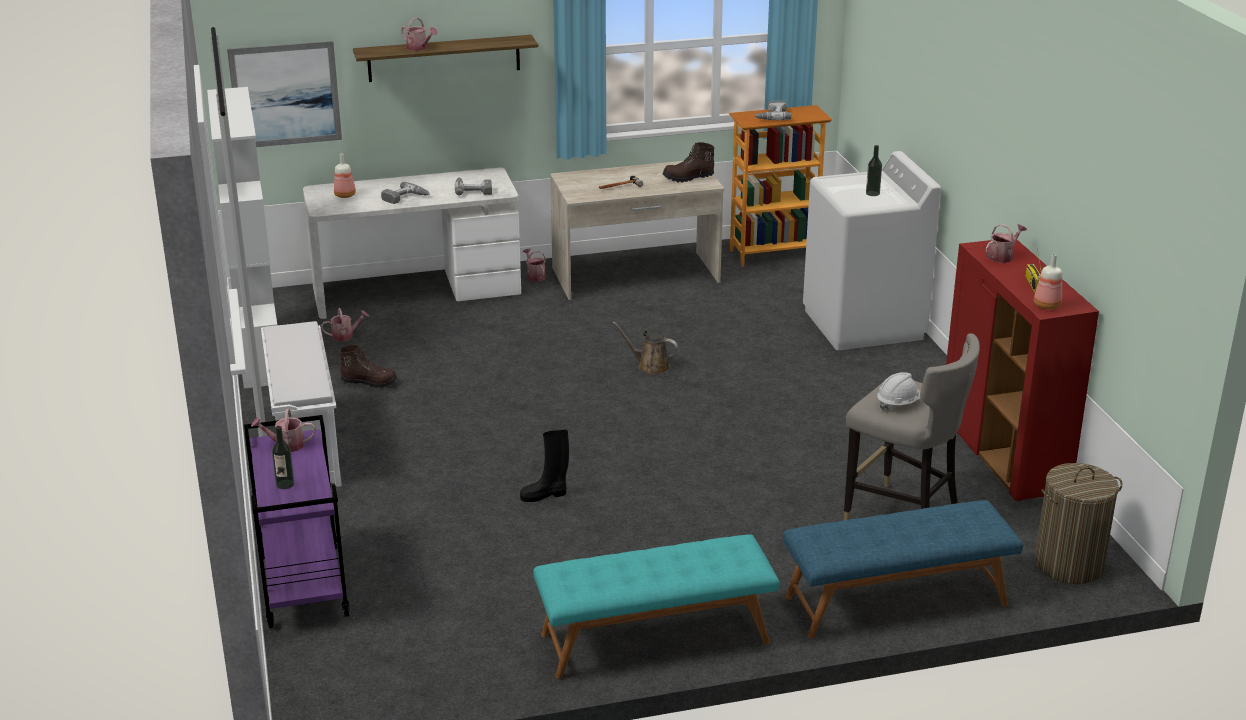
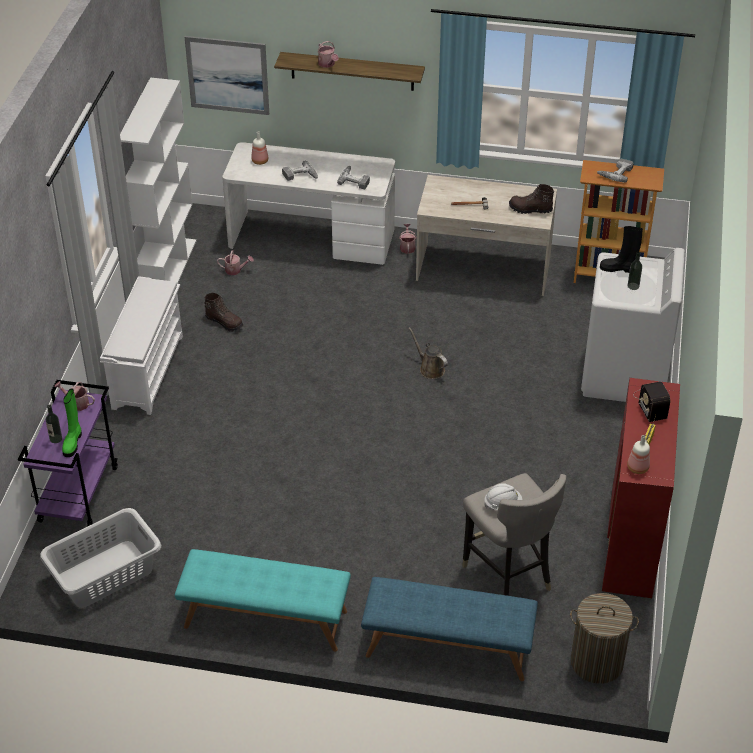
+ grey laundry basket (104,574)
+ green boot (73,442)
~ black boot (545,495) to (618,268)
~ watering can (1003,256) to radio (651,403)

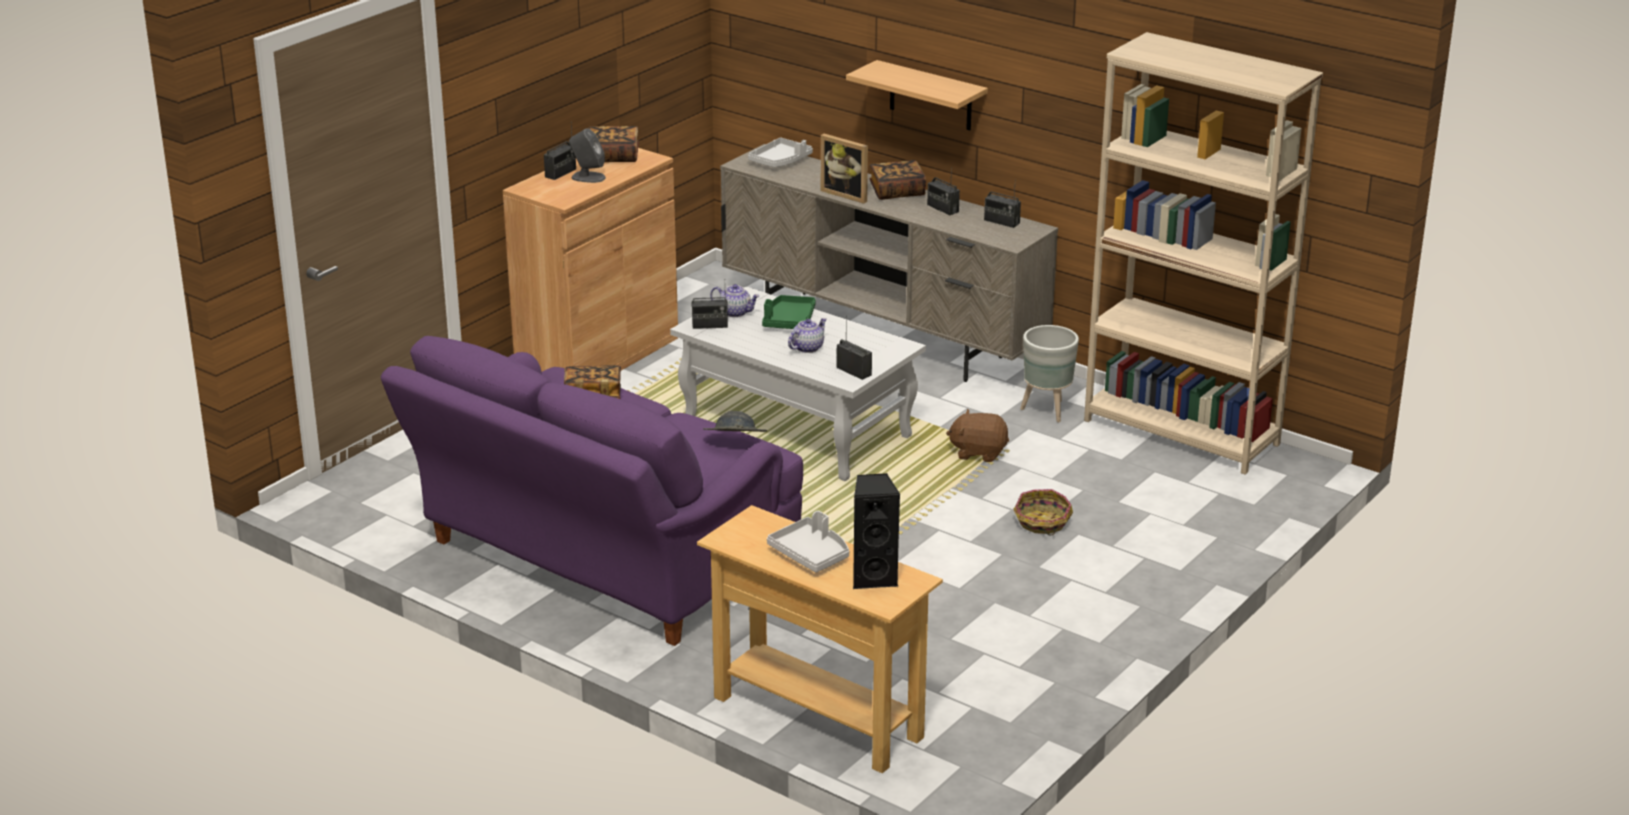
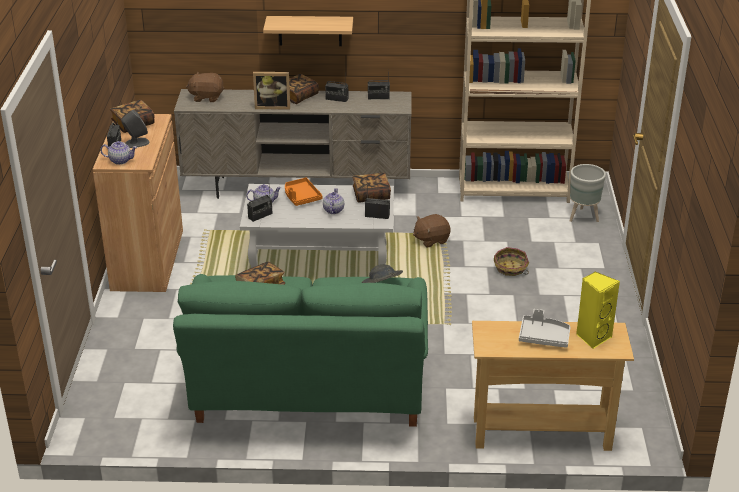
+ teapot (120,160)
+ book (371,195)
~ grey planter (1047,411) to (583,217)
~ grey tray (781,161) to brown plush toy (206,97)
~ purple sofa (600,559) to green sofa (309,390)
~ green tray (789,321) to orange tray (301,197)
~ black speaker (873,577) to yellow speaker (592,337)

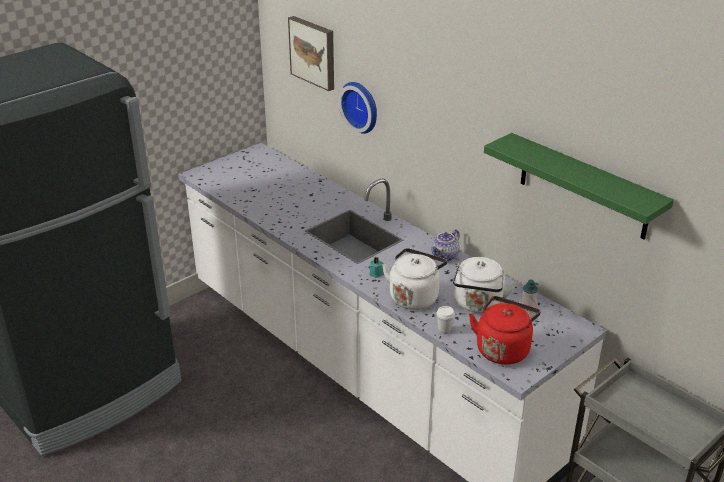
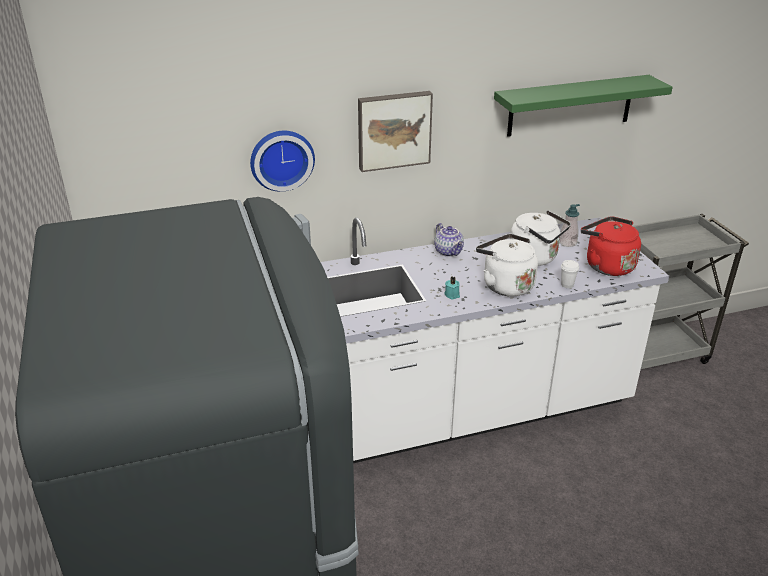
~ picture (313,52) to (393,130)

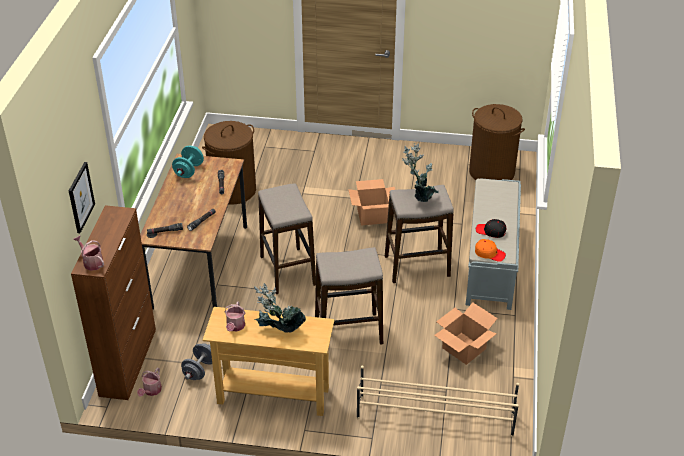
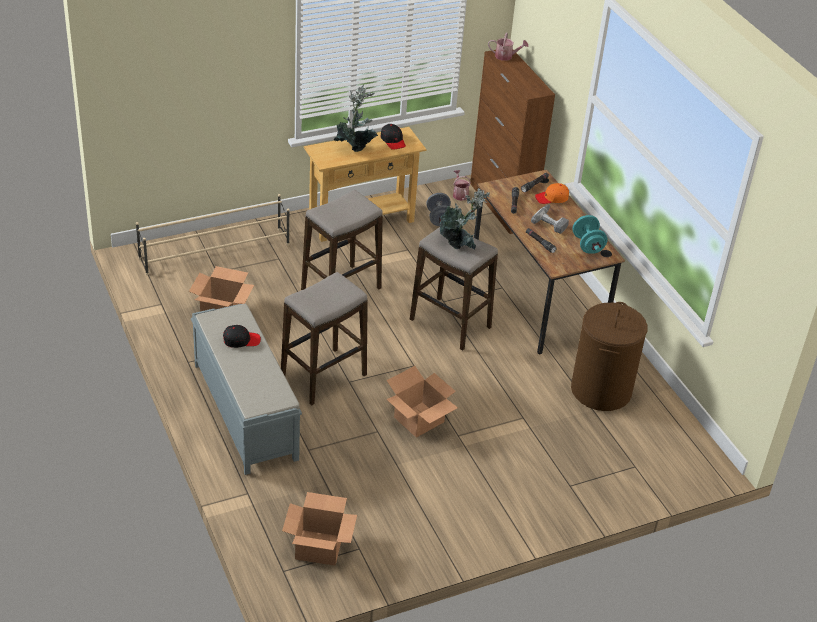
- picture (80,197)
+ power drill (552,221)
~ potted plant (420,198) to (459,244)
~ orange cap (489,253) to (552,198)
~ watering can (235,327) to black cap (393,140)
~ brown laundry basket (492,172) to cardboard box (318,548)

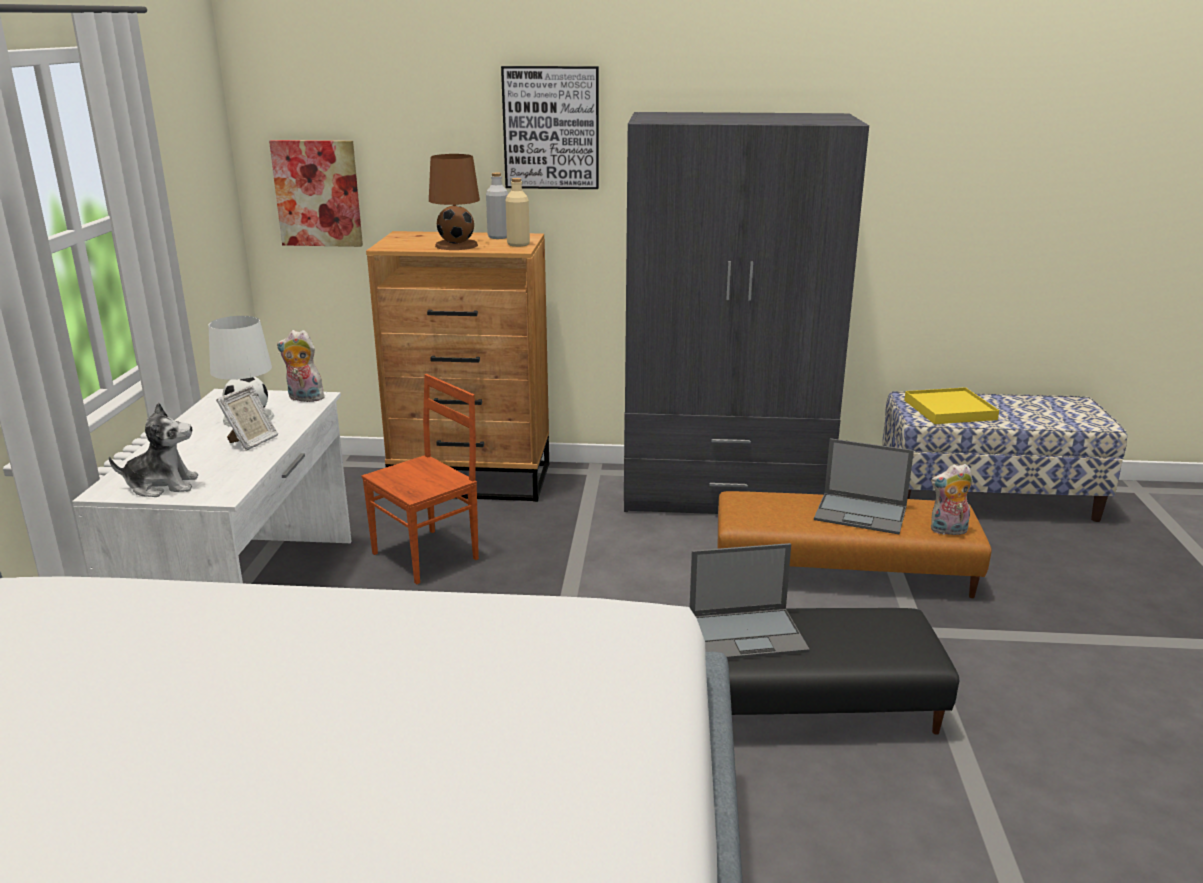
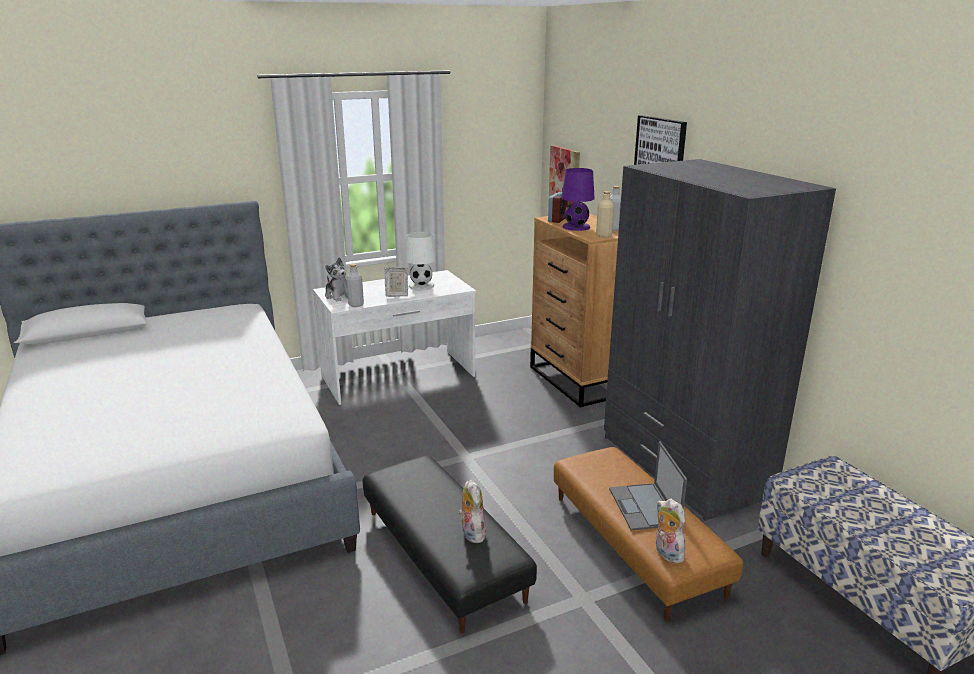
- brown chair (427,556)
- laptop (748,634)
- yellow tray (949,410)
+ grey bottle (356,305)
+ alarm clock (557,220)
~ plush toy (304,398) to (471,533)
~ brown table lamp (457,245) to purple table lamp (576,227)

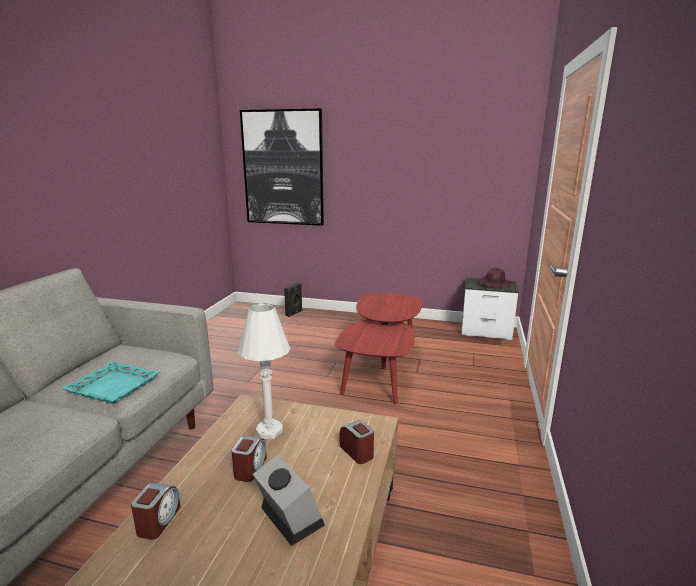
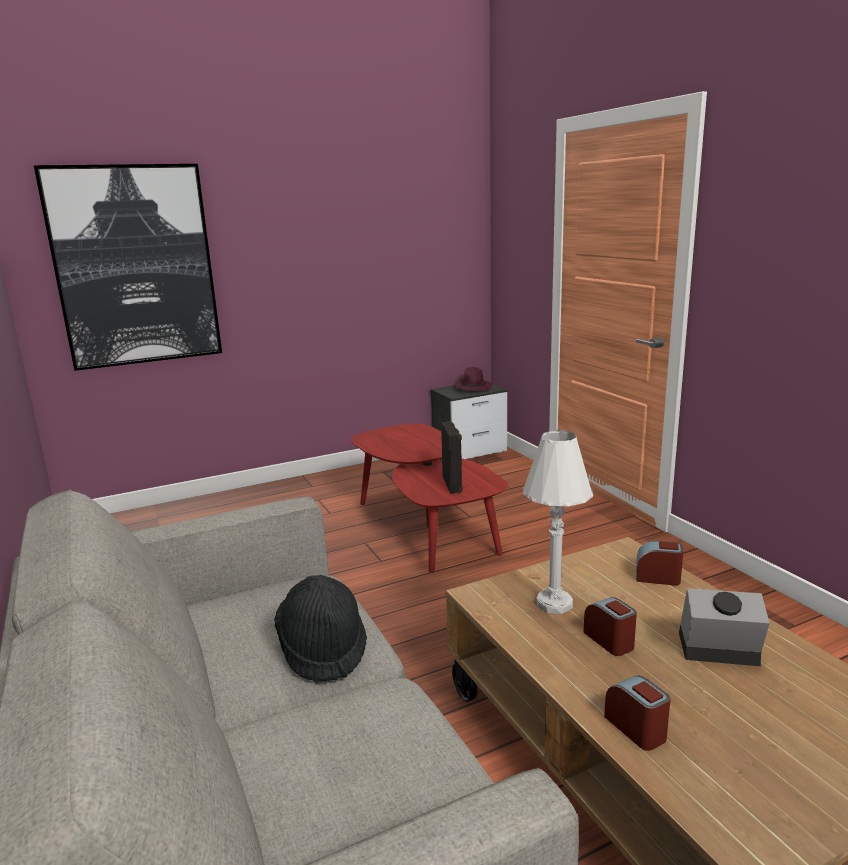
~ black speaker (294,313) to (453,485)
~ turquoise tray (113,387) to black hat (323,648)

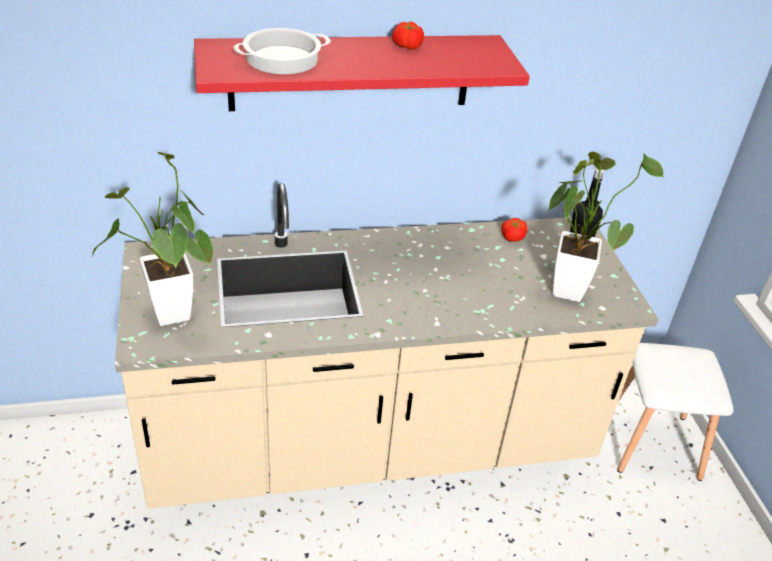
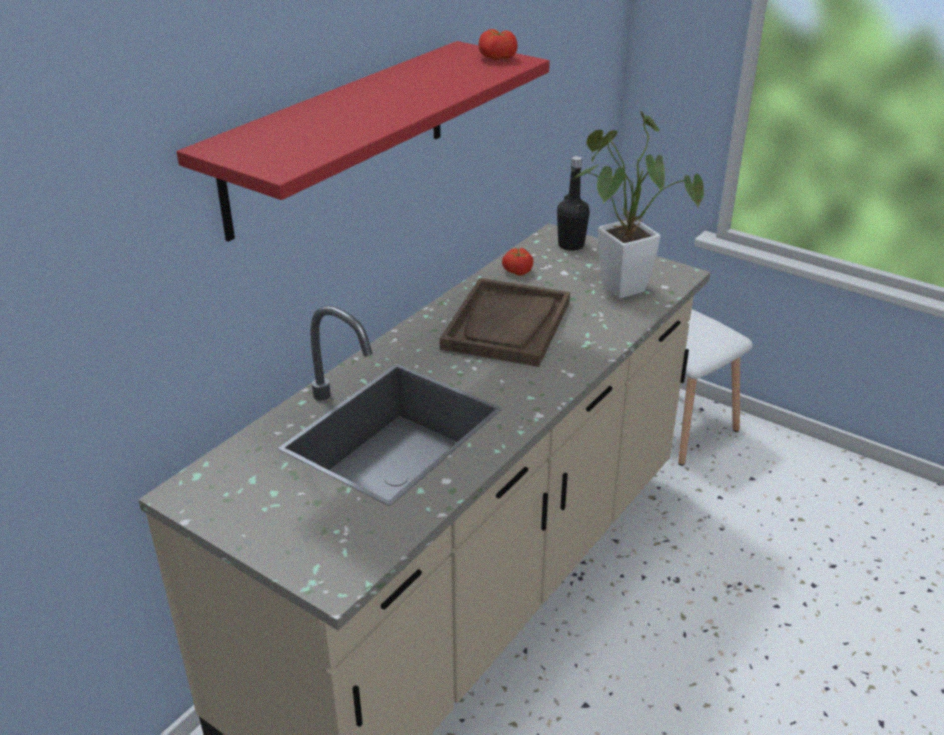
- potted plant (173,320)
- cooking pot (282,59)
+ brown tray (507,325)
~ tomato (407,46) to (497,58)

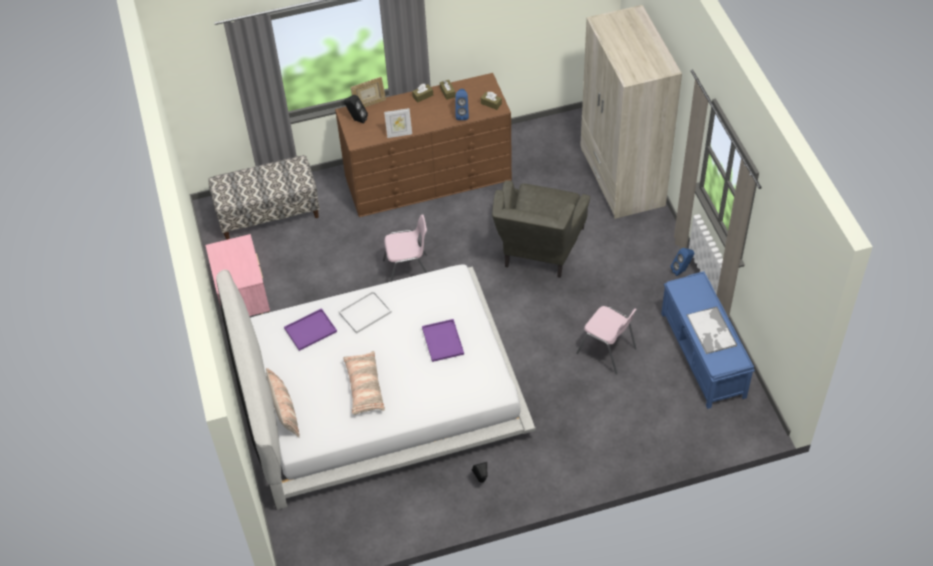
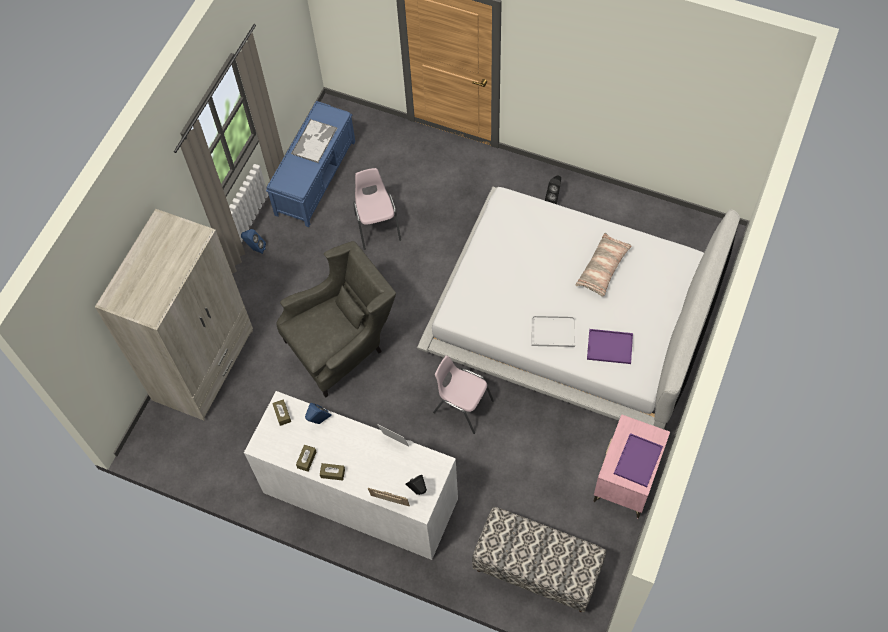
- pillow (284,410)
~ purple tray (442,340) to (638,461)
~ brown dresser (428,178) to white dresser (360,495)

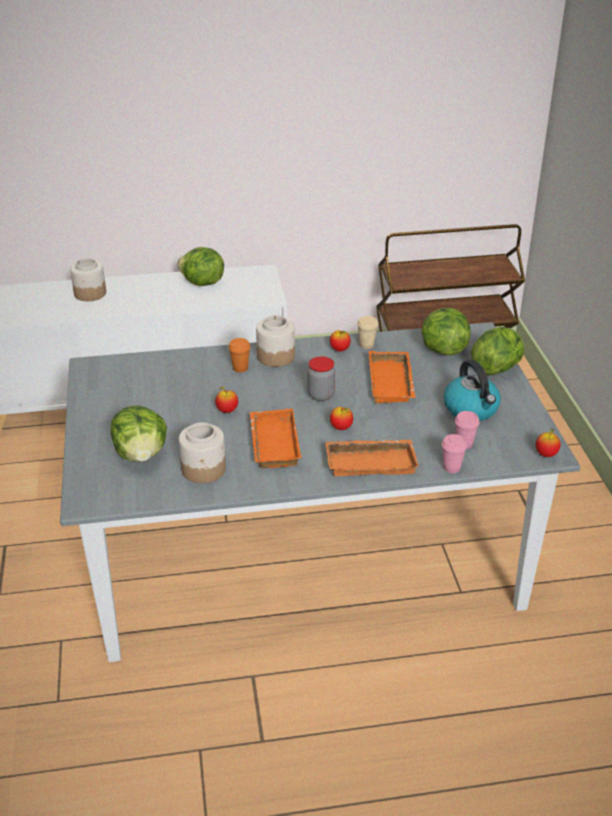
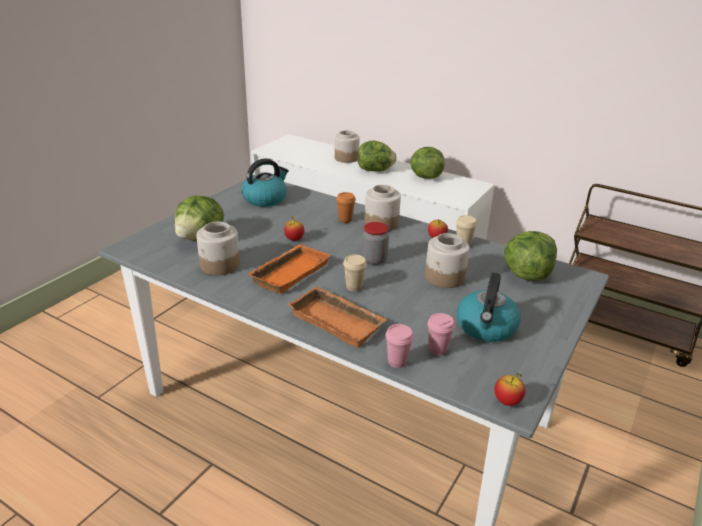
+ kettle (265,199)
~ lettuce (497,368) to (375,170)
~ apple (341,428) to beige cup (354,287)
~ orange tray (393,383) to jar (444,277)

